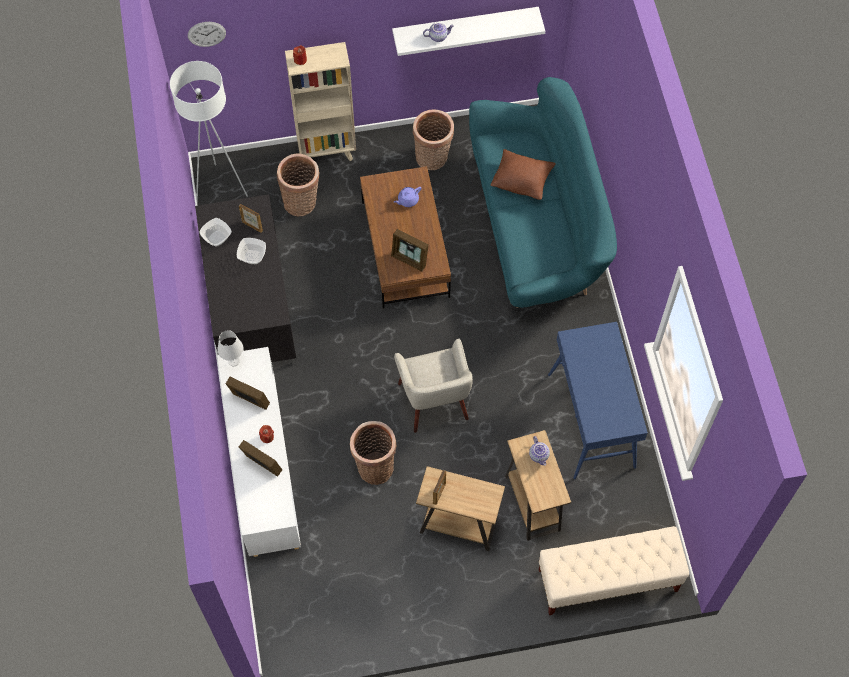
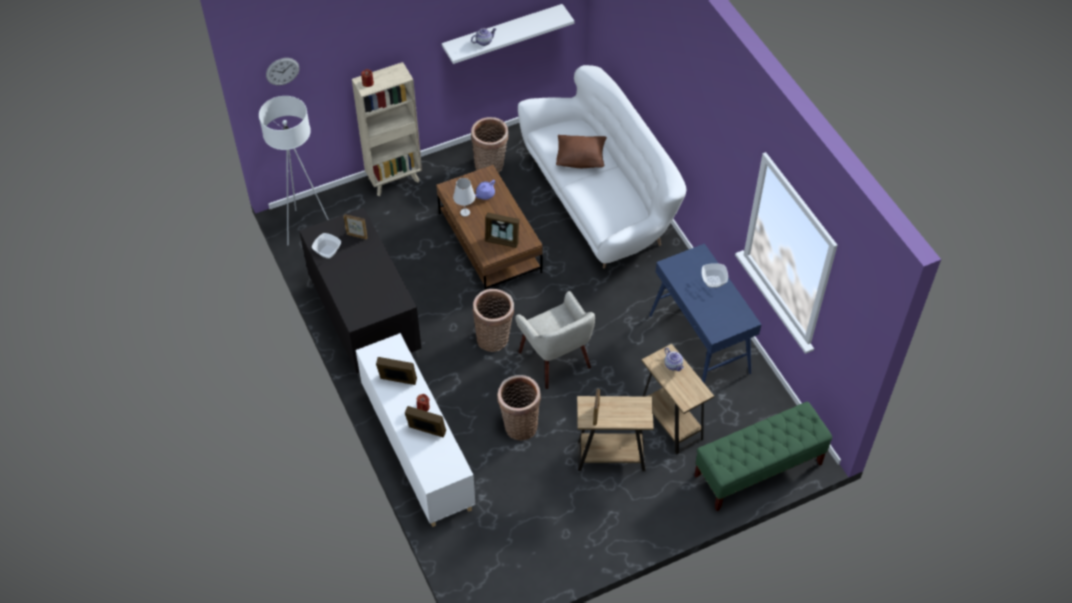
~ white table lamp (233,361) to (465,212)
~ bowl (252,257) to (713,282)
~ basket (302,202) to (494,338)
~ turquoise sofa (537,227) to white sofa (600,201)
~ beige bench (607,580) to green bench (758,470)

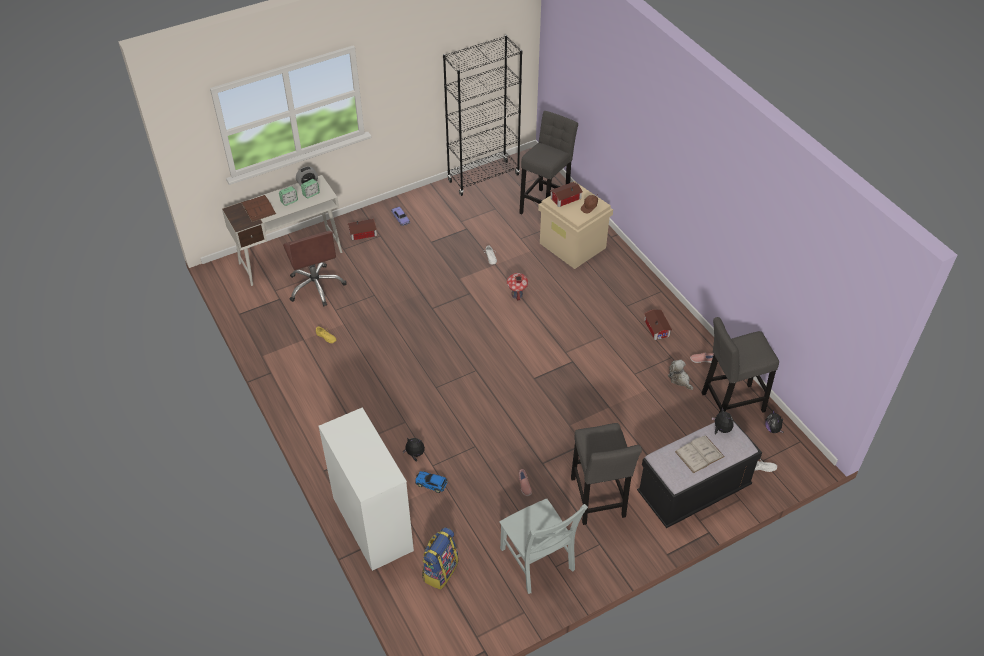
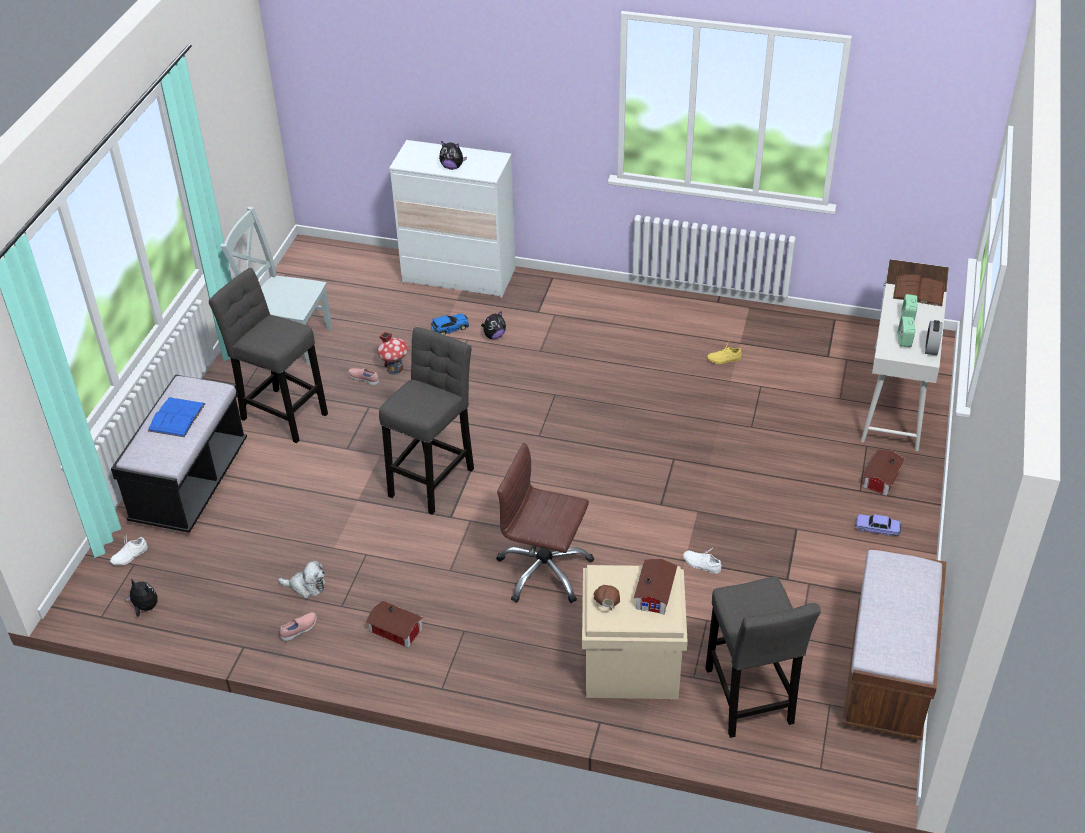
- backpack (440,570)
~ brown office chair (316,286) to (544,571)
~ toy house (517,294) to (395,368)
~ grey stool (729,403) to (433,478)
~ plush toy (721,429) to (452,167)
~ black bookcase (483,178) to brown bench (887,674)
~ white book (699,454) to blue book (176,417)

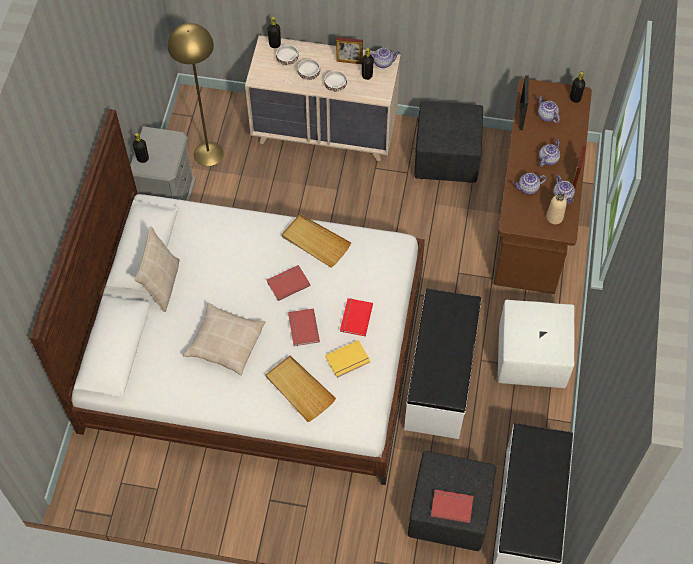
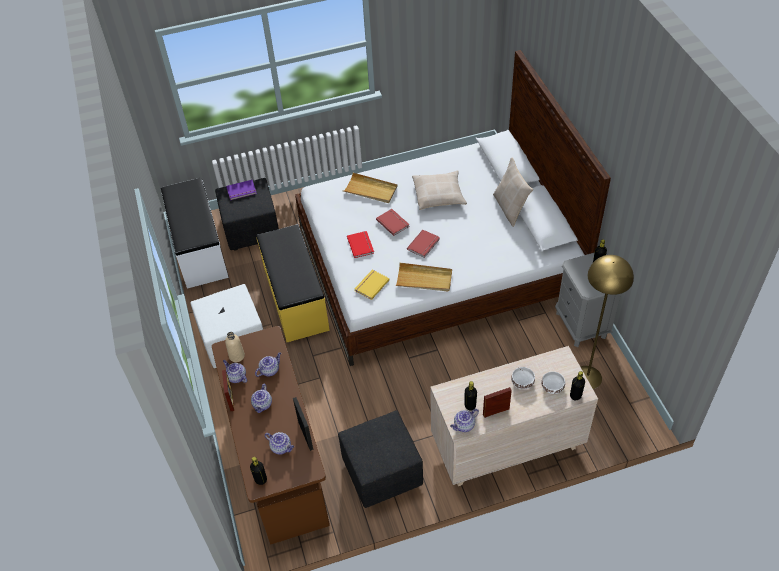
- white bowl (335,85)
~ yellow book (348,360) to (371,285)
~ white bench (439,378) to yellow bench (296,299)
~ red book (451,505) to purple book (242,191)

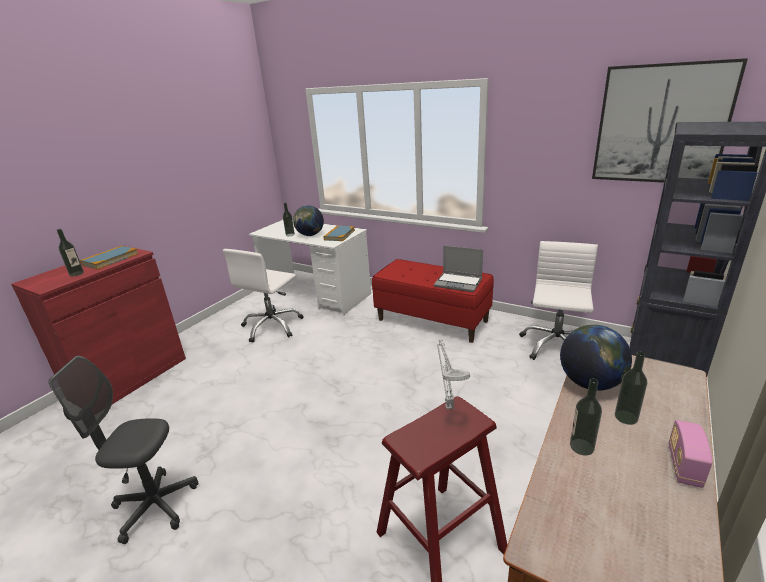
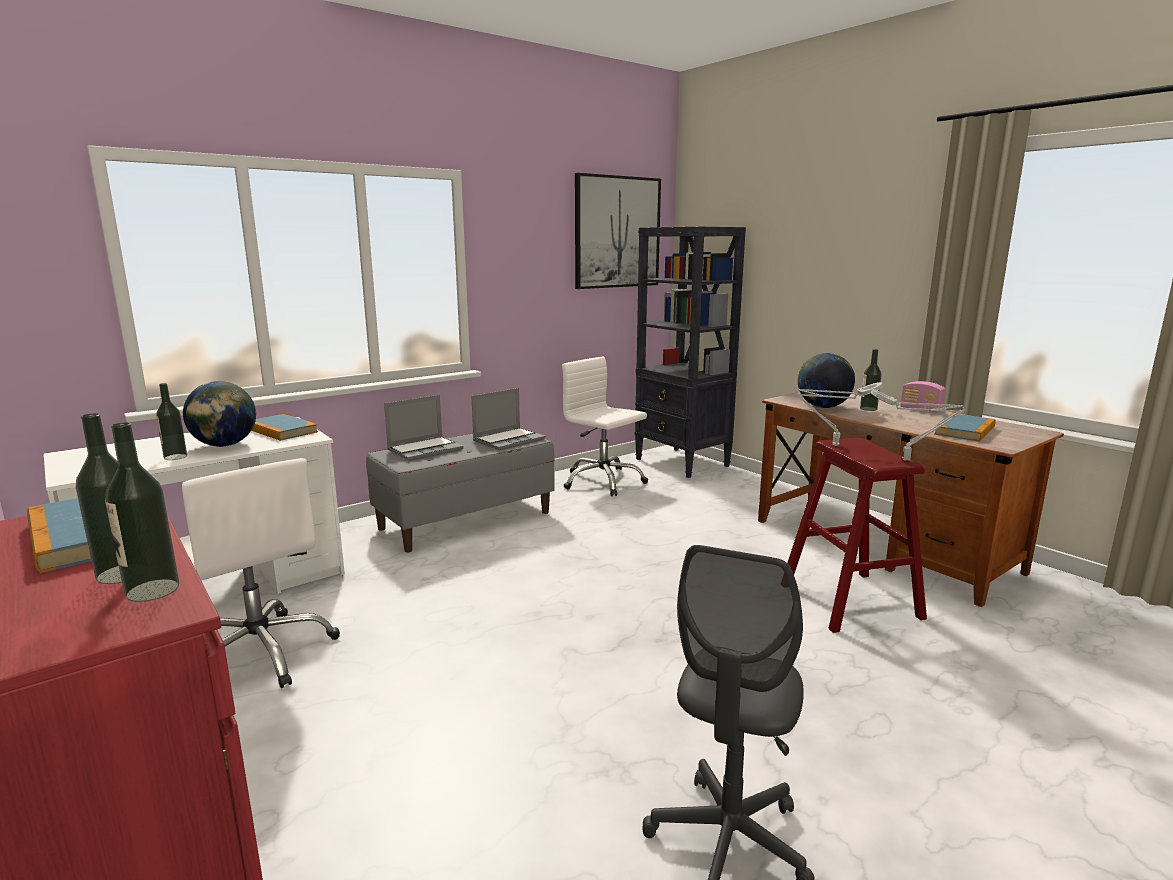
+ laptop (425,450)
+ grey table lamp (909,460)
+ book (964,431)
~ bottle (581,447) to (152,590)
~ red bench (432,320) to grey bench (466,520)

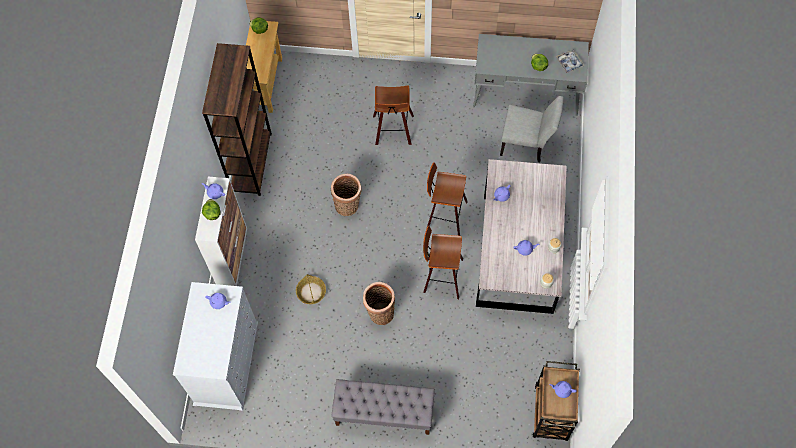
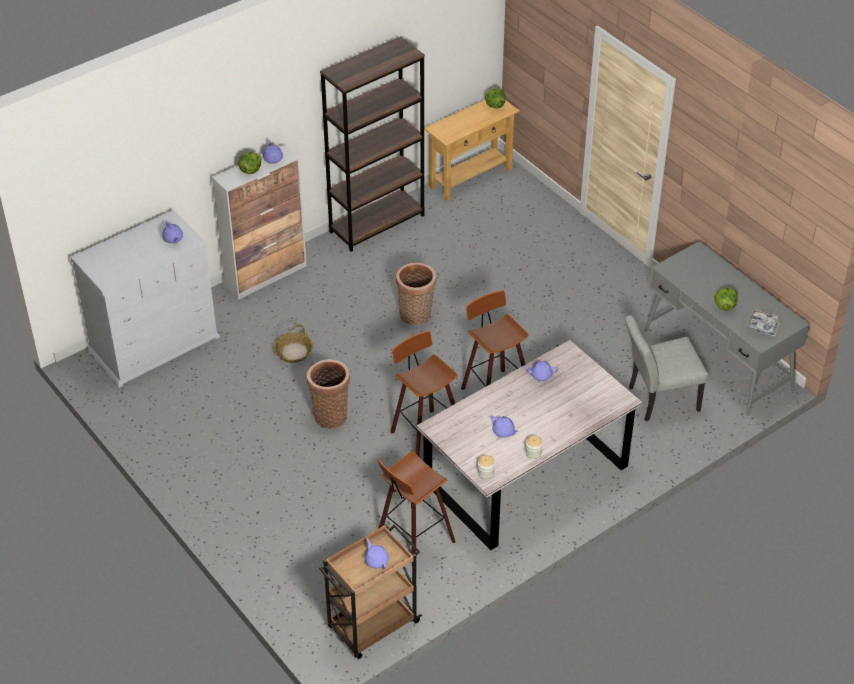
- grey bench (384,413)
~ stool (393,131) to (413,539)
~ grey chair (527,145) = (658,400) 105 degrees clockwise

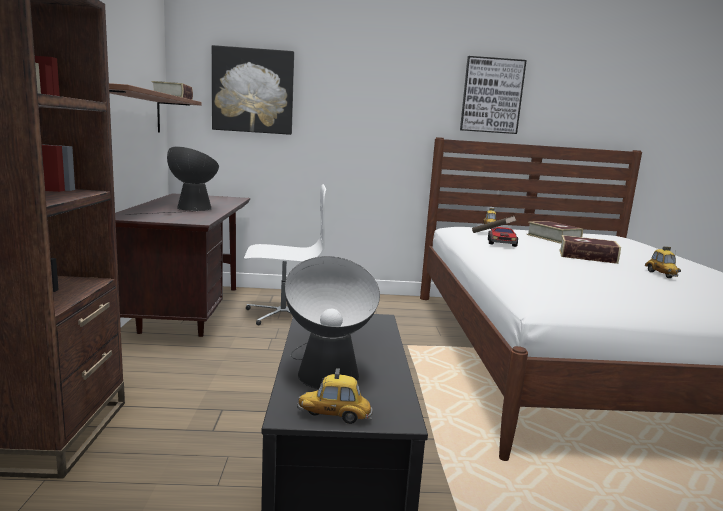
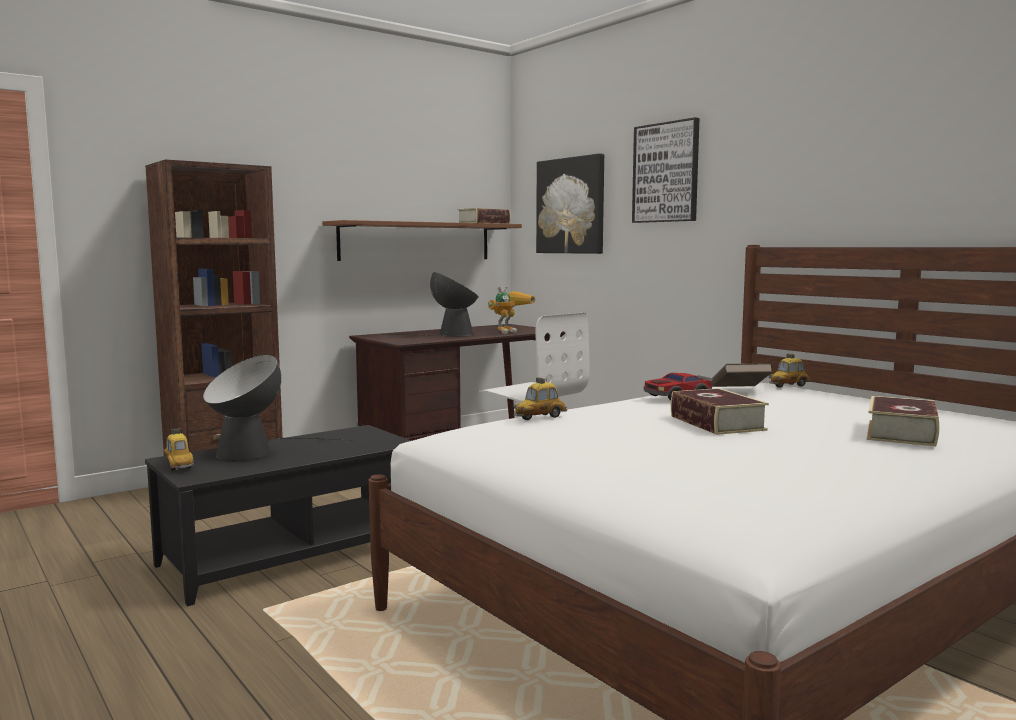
+ toy robot (509,331)
~ picture (491,95) to (666,172)
~ book (553,238) to (901,433)
~ toy car (661,274) to (539,417)

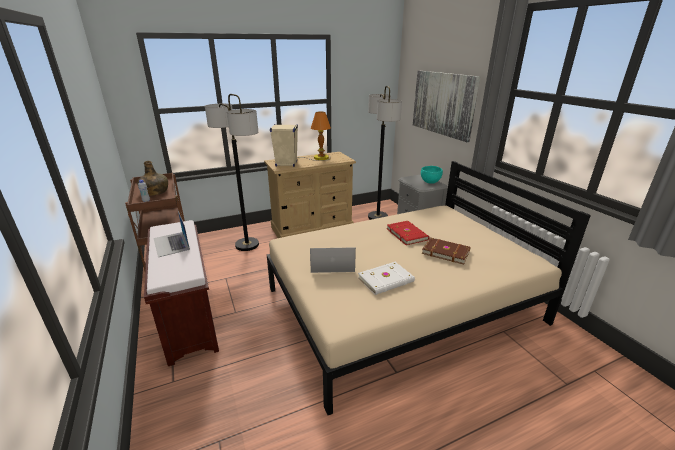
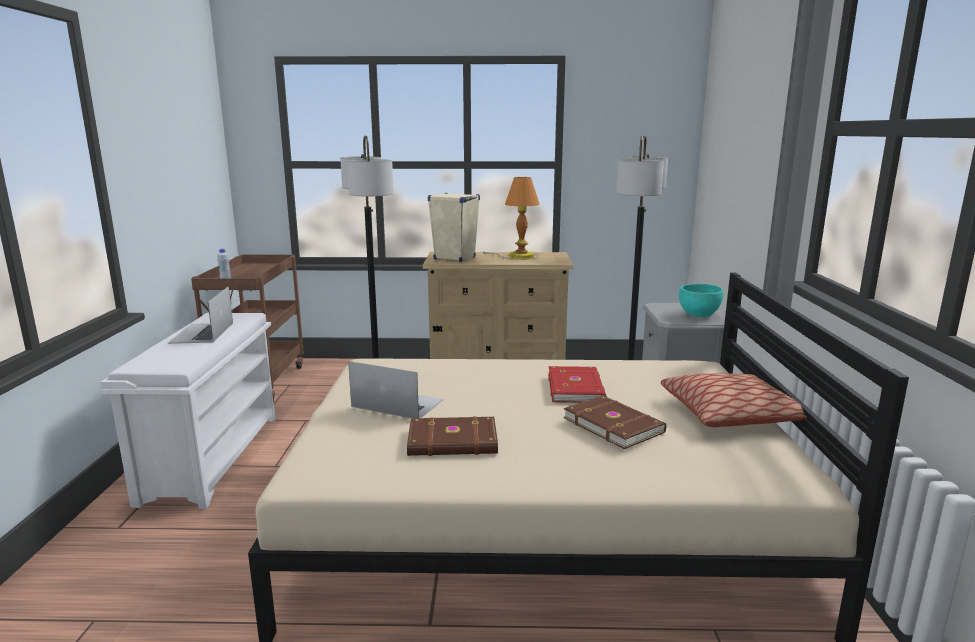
- green bottle (155,192)
- picture (443,104)
+ pillow (730,415)
~ brown bench (188,317) to white bench (212,456)
~ white book (386,280) to brown book (453,442)

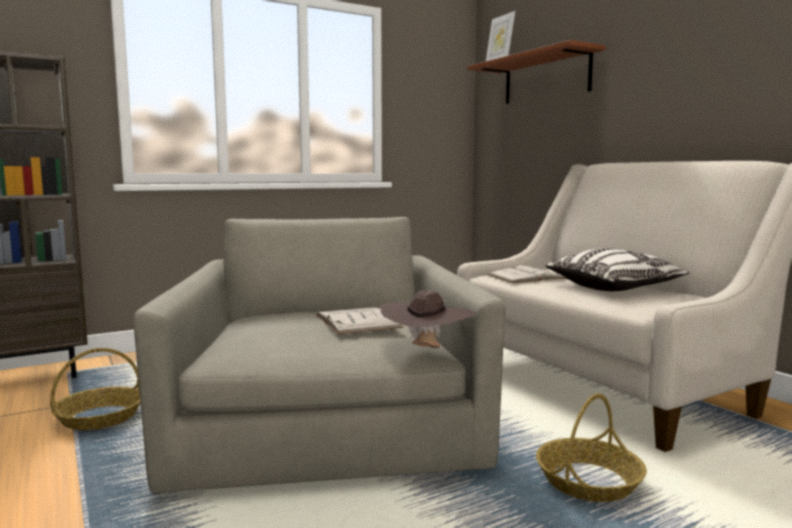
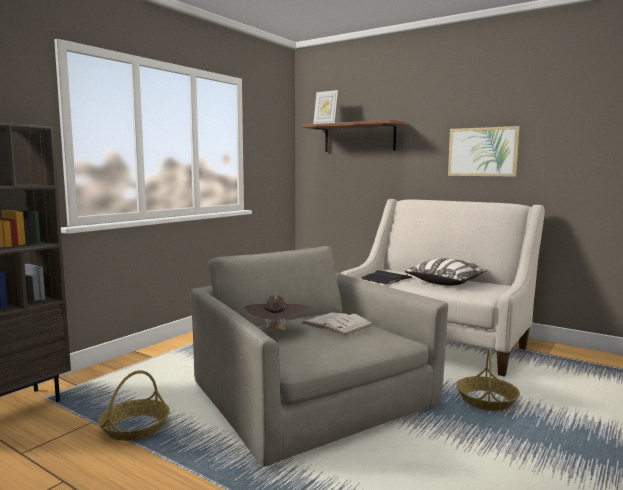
+ picture (482,152)
~ brown hat (427,349) to (276,332)
~ white book (527,277) to black book (386,278)

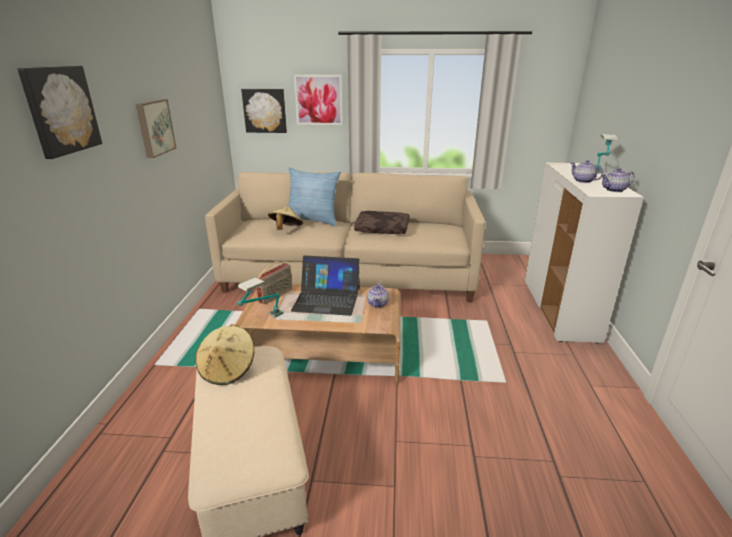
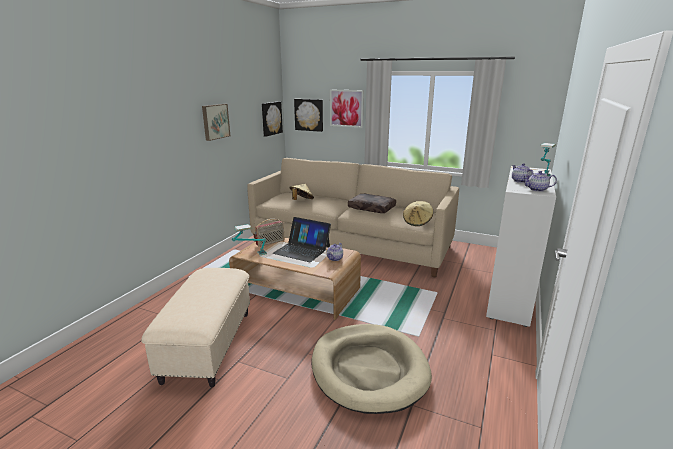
- pillow (313,220)
+ beige dog bed (368,369)
~ picture (60,110) to (271,118)
~ beige hat (228,369) to (417,222)

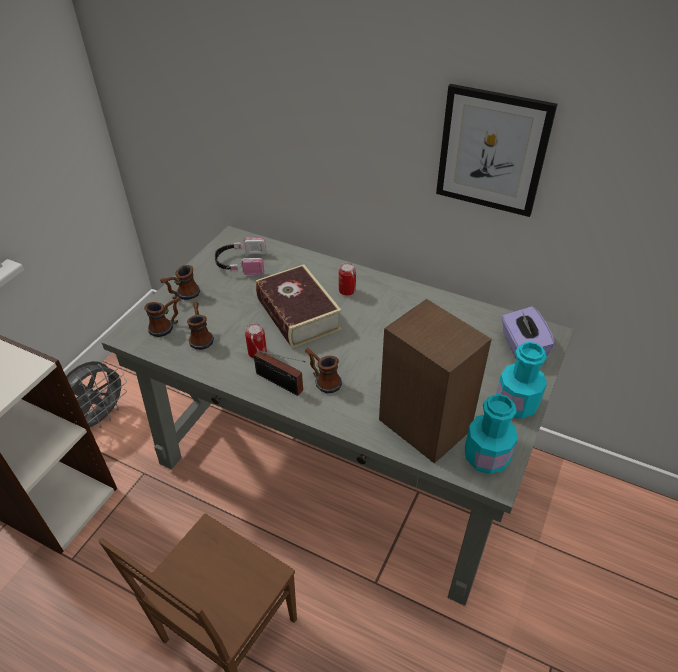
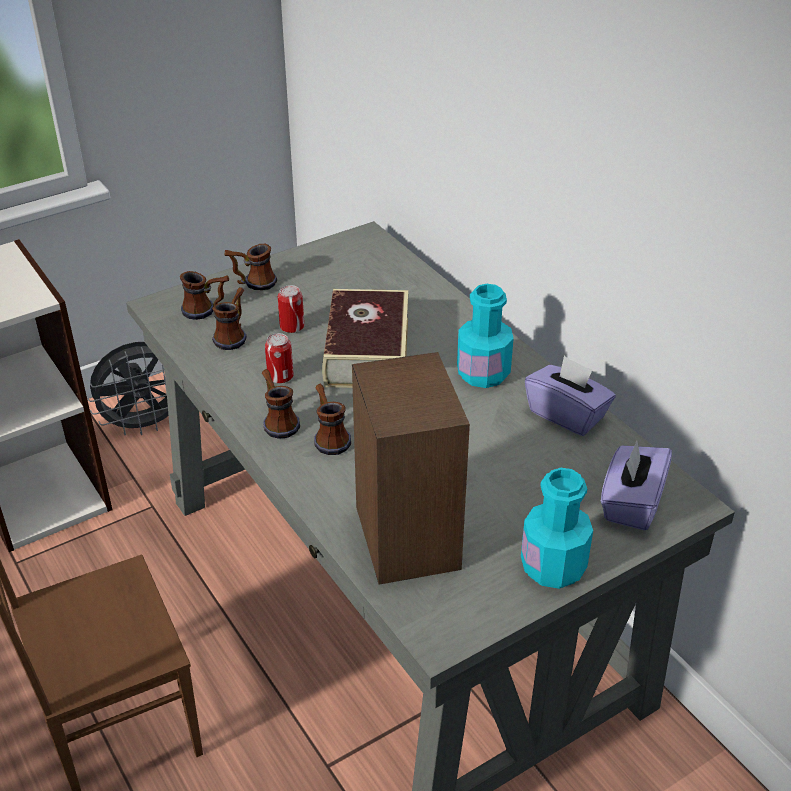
- headphones (240,264)
- picture (492,151)
+ purple tissue box (567,414)
~ can (347,291) to (292,327)
~ turquoise bottle (486,457) to (483,373)
~ radio (281,383) to mug (278,421)

